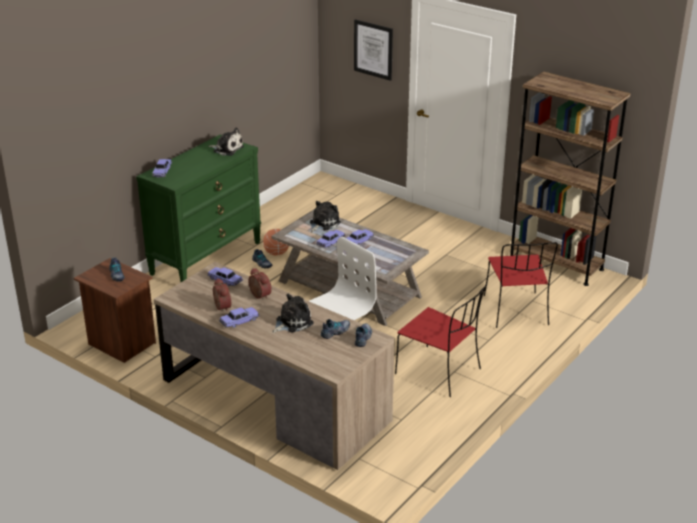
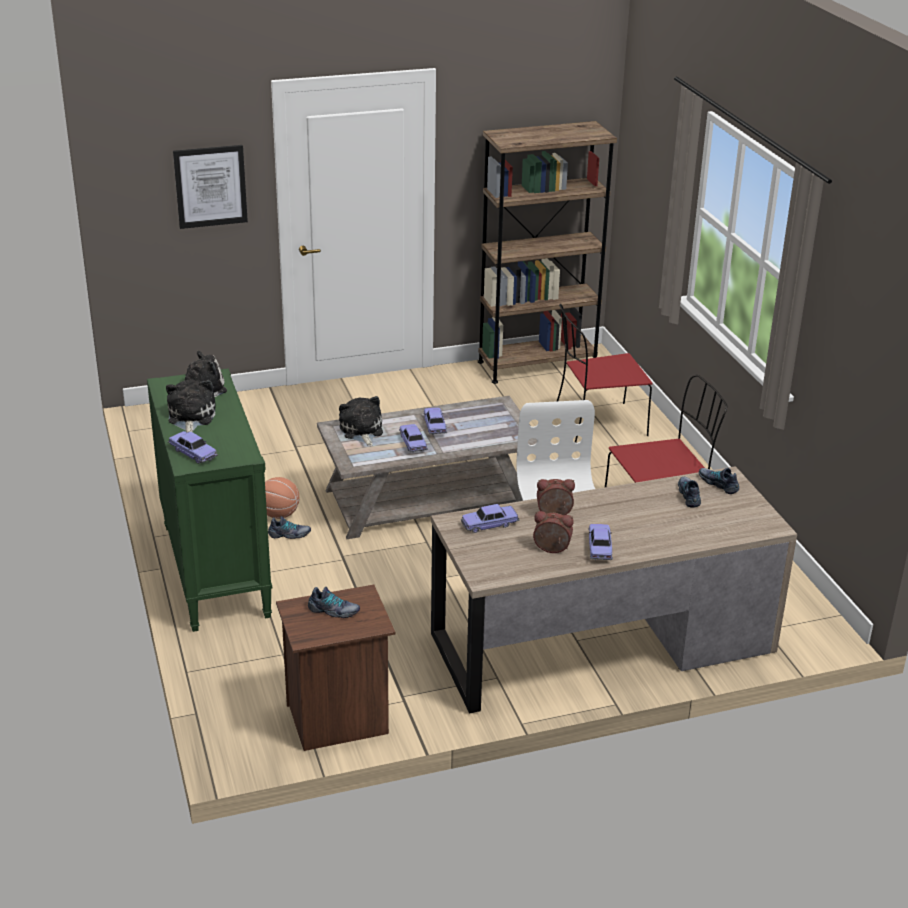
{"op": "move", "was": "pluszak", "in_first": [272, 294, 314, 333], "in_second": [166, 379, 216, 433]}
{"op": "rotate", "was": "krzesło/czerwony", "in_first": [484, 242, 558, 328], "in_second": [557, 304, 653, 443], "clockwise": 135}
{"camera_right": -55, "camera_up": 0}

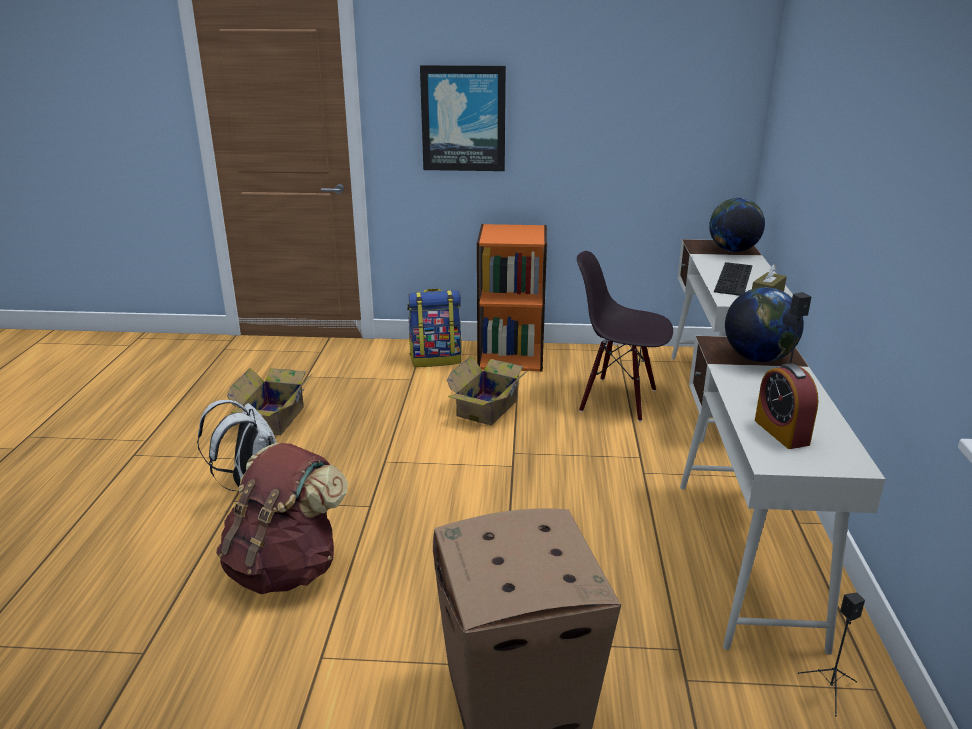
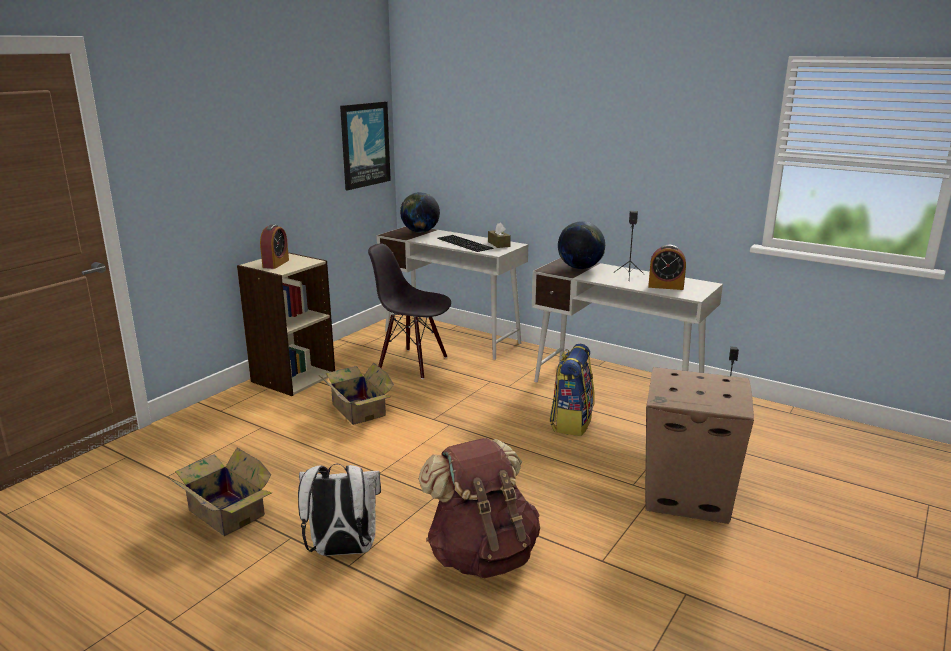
{"op": "insert", "now": "budzik", "in_second": [260, 224, 289, 269]}
{"op": "move", "was": "plecak", "in_first": [407, 289, 461, 367], "in_second": [549, 344, 595, 436]}
{"op": "move", "was": "obraz", "in_first": [420, 65, 506, 171], "in_second": [340, 101, 391, 190]}
{"op": "recolor", "was": "regał/pomarańczowy", "now": "regał/beżowy", "in_first": [477, 224, 547, 372], "in_second": [237, 252, 335, 396]}
{"op": "rotate", "was": "krzesło/czarny", "in_first": [577, 251, 673, 422], "in_second": [368, 243, 451, 379], "clockwise": 60}
{"camera_right": -60, "camera_up": -5}

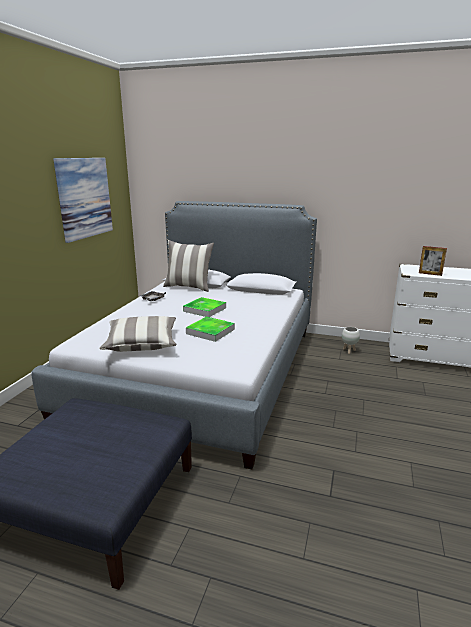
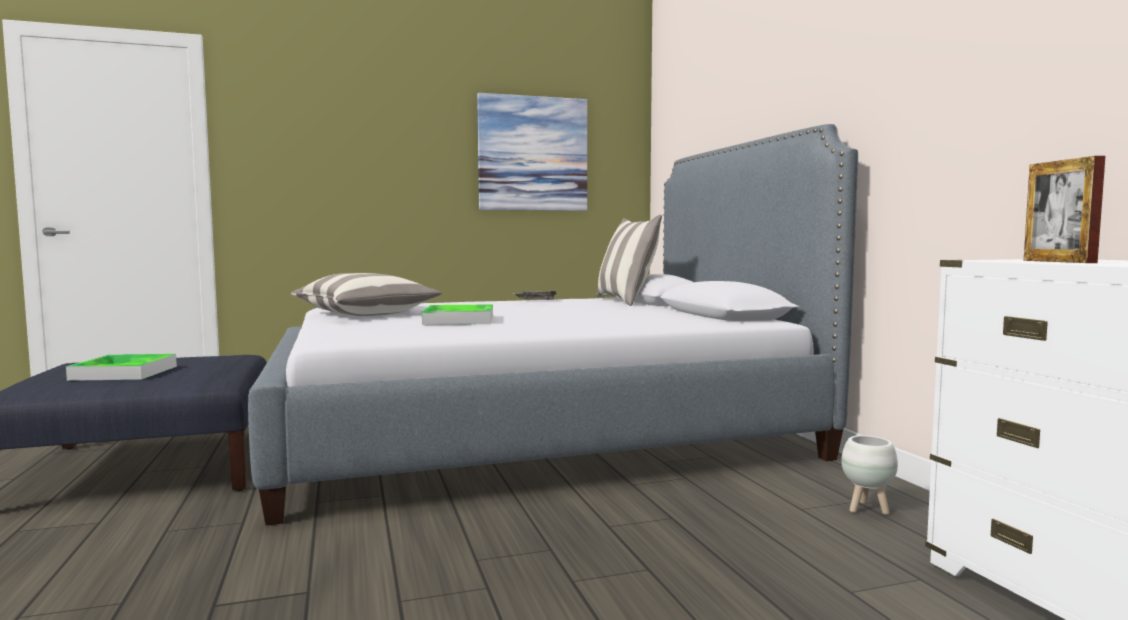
{"op": "move", "was": "taca", "in_first": [183, 297, 226, 317], "in_second": [66, 354, 177, 381]}
{"camera_right": 55, "camera_up": -15}

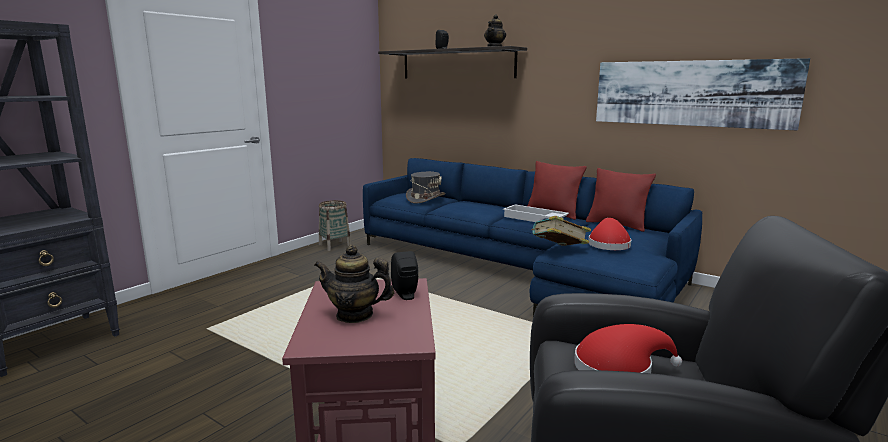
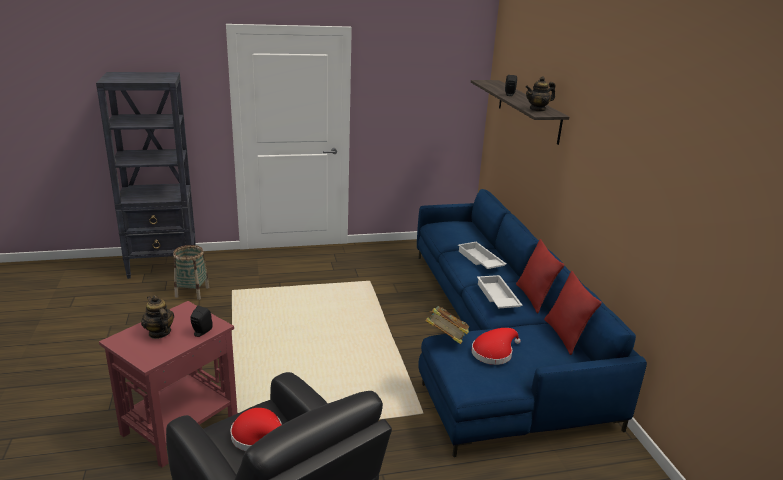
{"op": "delete", "was": "kapelusz/szary", "in_first": [406, 172, 446, 204]}
{"op": "delete", "was": "obraz", "in_first": [596, 58, 810, 130]}
{"op": "insert", "now": "taca/biały", "in_second": [458, 242, 507, 269]}
{"op": "move", "was": "koszyk", "in_first": [319, 200, 351, 251], "in_second": [173, 245, 210, 300]}
{"camera_right": 40, "camera_up": 10}

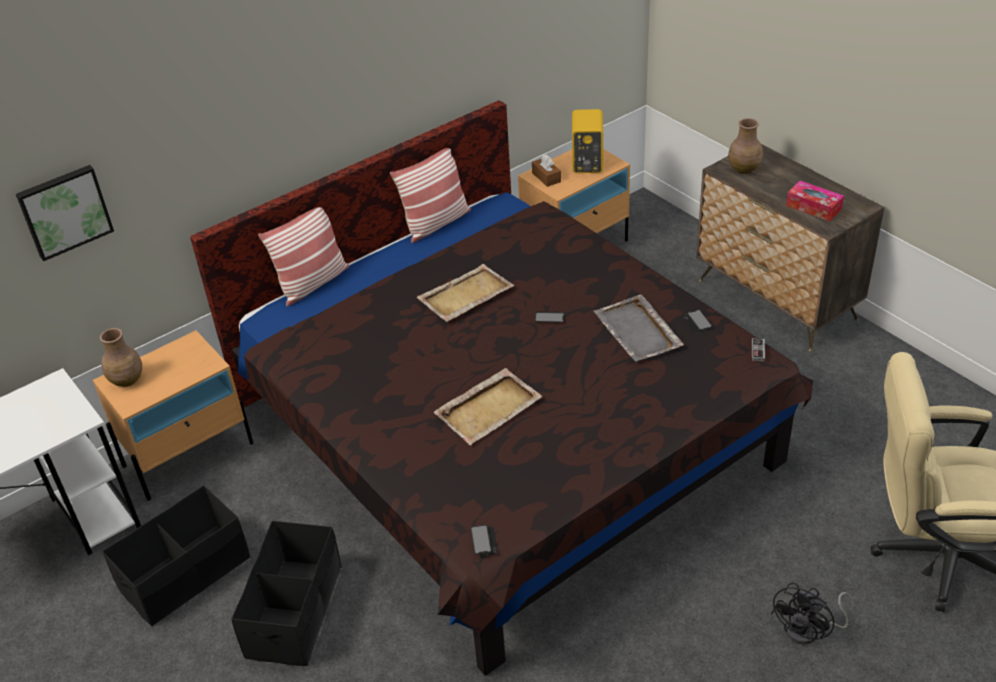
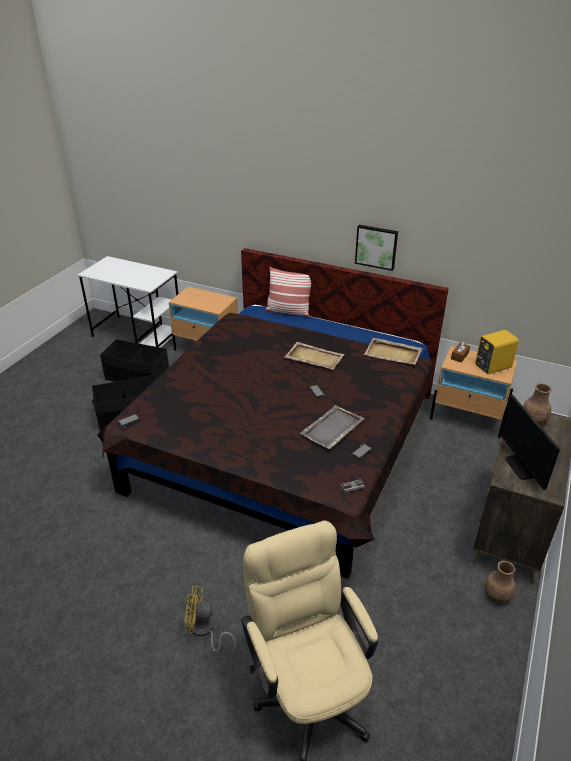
{"op": "delete", "was": "poduszka", "in_first": [390, 148, 471, 243]}
{"op": "move", "was": "obraz", "in_first": [16, 165, 114, 261], "in_second": [355, 225, 398, 271]}
{"op": "move", "was": "wazon/brązowy", "in_first": [100, 328, 142, 387], "in_second": [485, 561, 515, 603]}
{"op": "move", "was": "taca/beżowy", "in_first": [434, 368, 543, 445], "in_second": [364, 338, 423, 365]}
{"op": "replace", "was": "pudełko chusteczek", "now": "monitor", "in_first": [786, 181, 844, 221], "in_second": [500, 395, 560, 490]}
{"op": "recolor", "was": "wentylator/czarny", "now": "wentylator/żółty", "in_first": [771, 582, 854, 644], "in_second": [184, 586, 236, 652]}
{"camera_right": 60, "camera_up": -5}

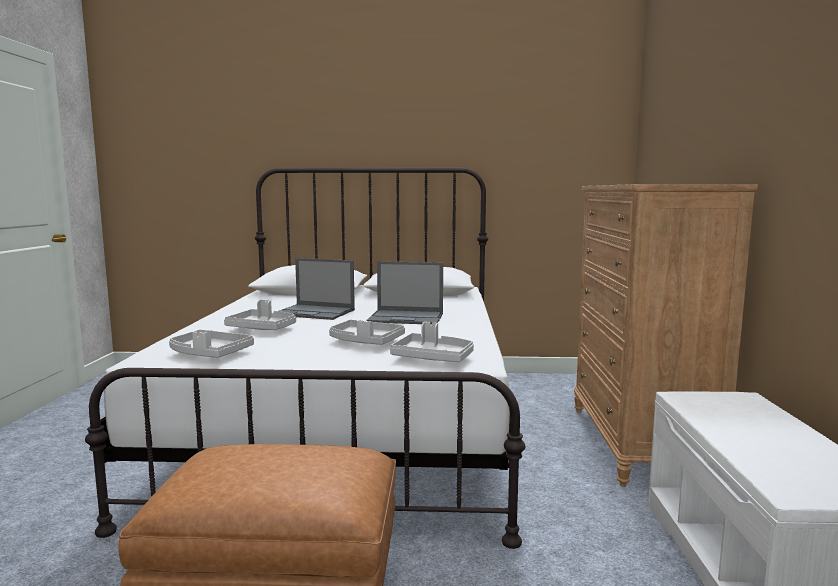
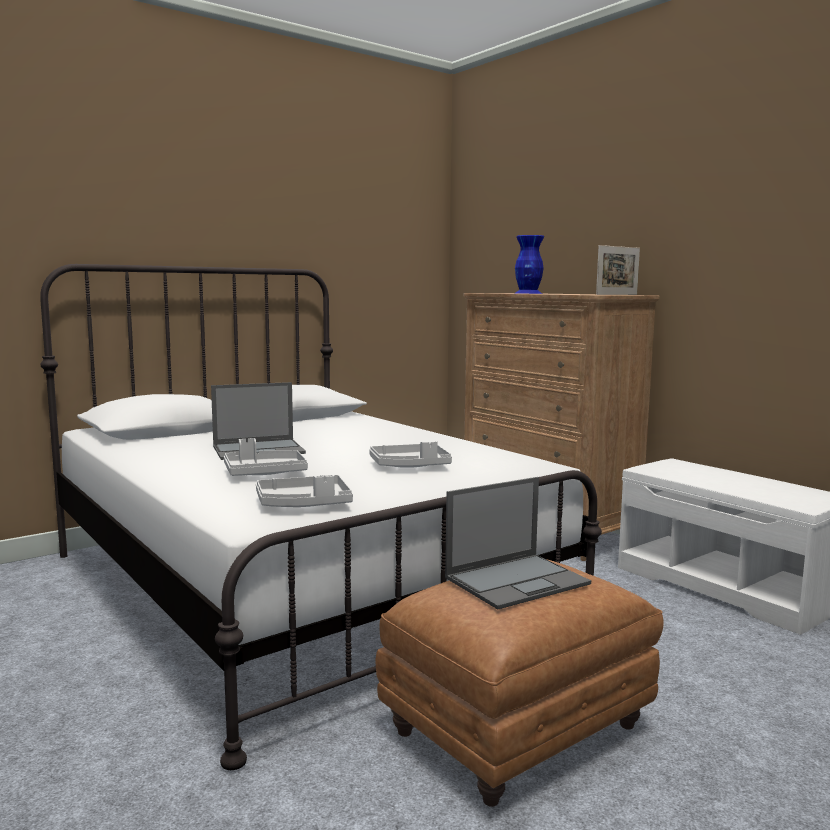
{"op": "delete", "was": "taca/szary", "in_first": [390, 322, 474, 362]}
{"op": "insert", "now": "wazon/niebieski", "in_second": [515, 235, 544, 294]}
{"op": "insert", "now": "ramka na zdjęcie", "in_second": [596, 245, 640, 295]}
{"op": "move", "was": "laptop", "in_first": [367, 261, 443, 325], "in_second": [445, 477, 591, 610]}
{"camera_right": -40, "camera_up": 0}

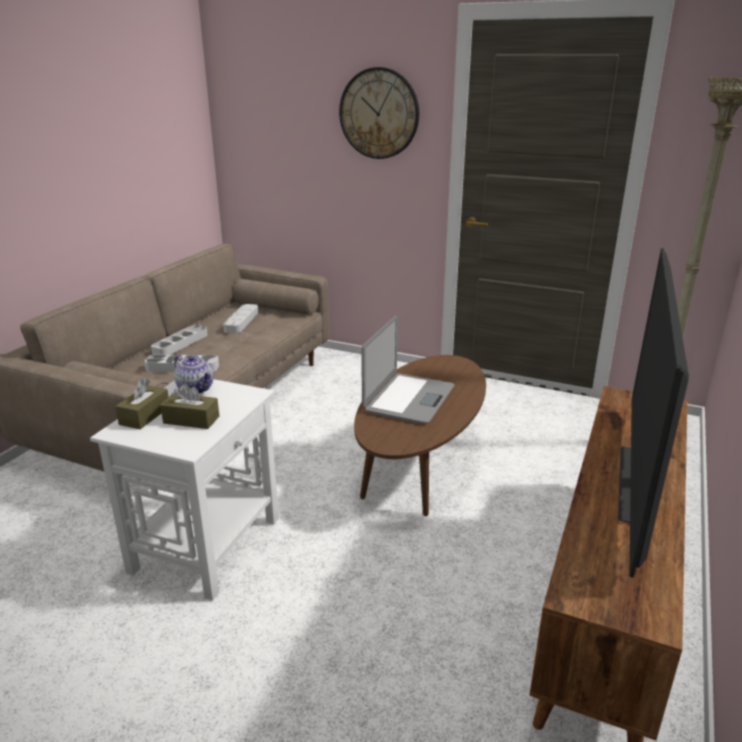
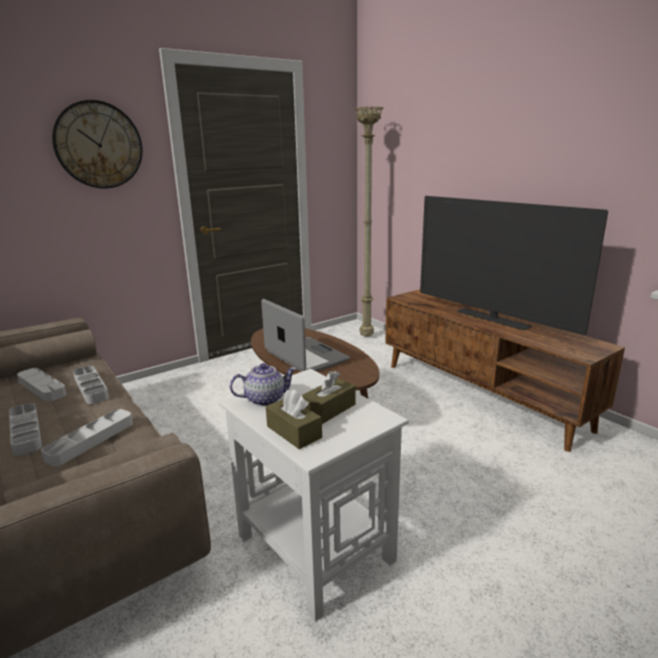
{"op": "insert", "now": "taca/szary", "in_second": [73, 366, 109, 404]}
{"camera_right": -60, "camera_up": -5}

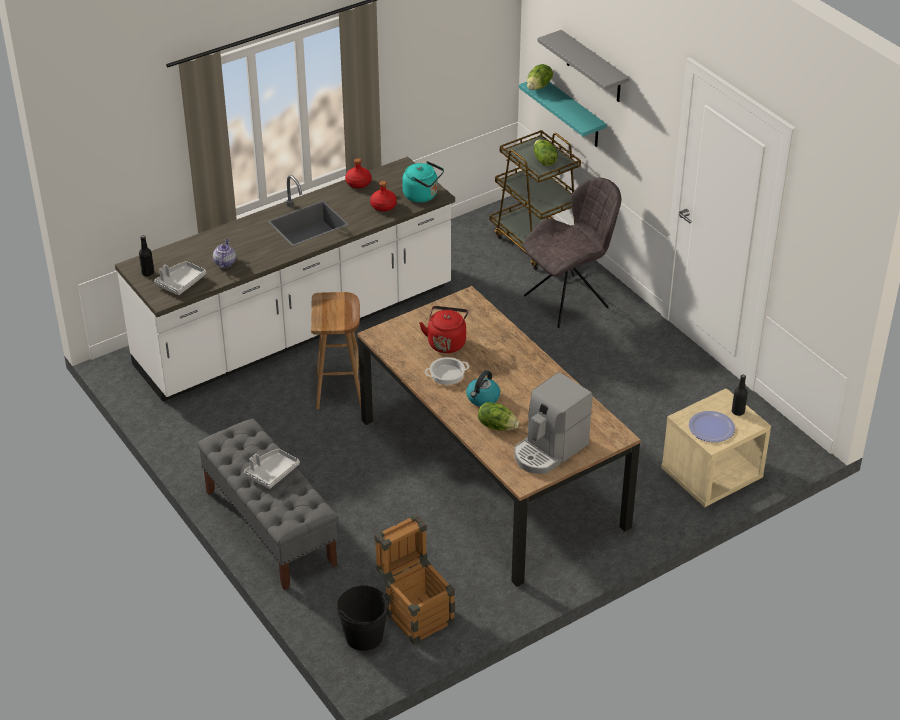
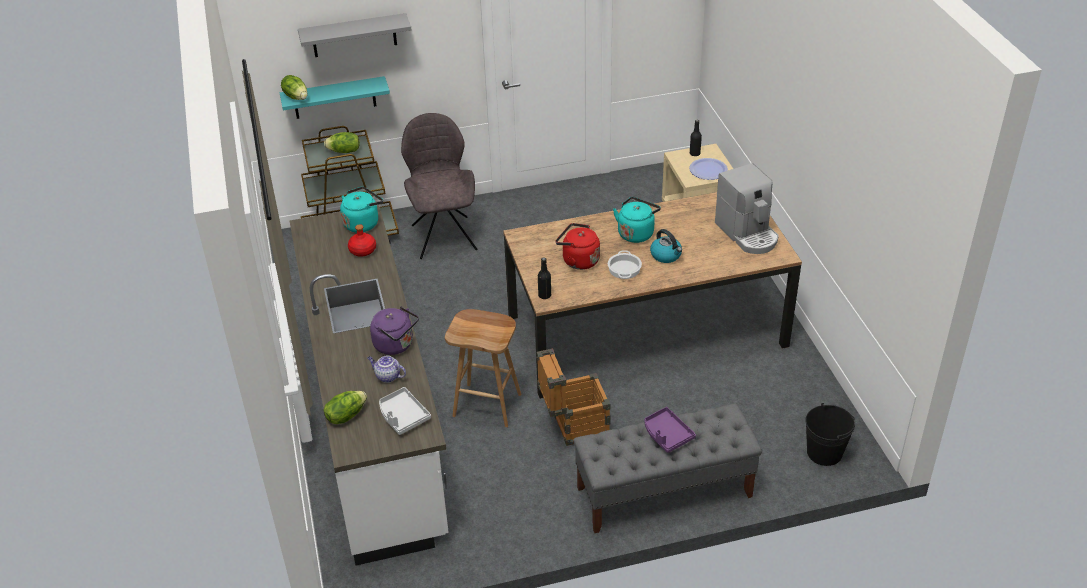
{"op": "delete", "was": "butelka/czerwony", "in_first": [345, 158, 372, 188]}
{"op": "insert", "now": "czajnik/fioletowy", "in_second": [370, 306, 419, 355]}
{"op": "insert", "now": "czajnik/turkusowy", "in_second": [613, 197, 661, 243]}
{"op": "move", "was": "butelka/czarny", "in_first": [139, 235, 154, 277], "in_second": [538, 258, 551, 299]}
{"op": "move", "was": "skrzynka", "in_first": [374, 514, 455, 644], "in_second": [537, 349, 611, 446]}
{"op": "move", "was": "sałata", "in_first": [478, 402, 519, 431], "in_second": [324, 391, 367, 424]}
{"op": "recolor", "was": "taca/szary", "now": "taca/fioletowy", "in_first": [244, 449, 300, 489], "in_second": [644, 407, 696, 453]}
{"camera_right": -70, "camera_up": 0}

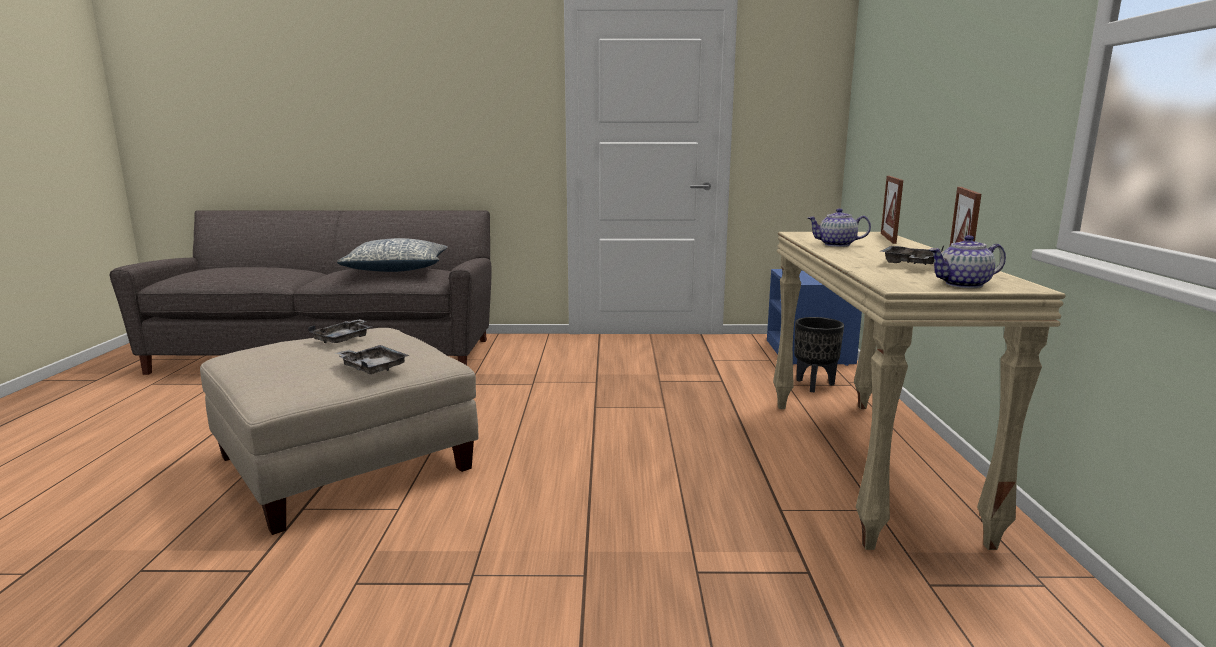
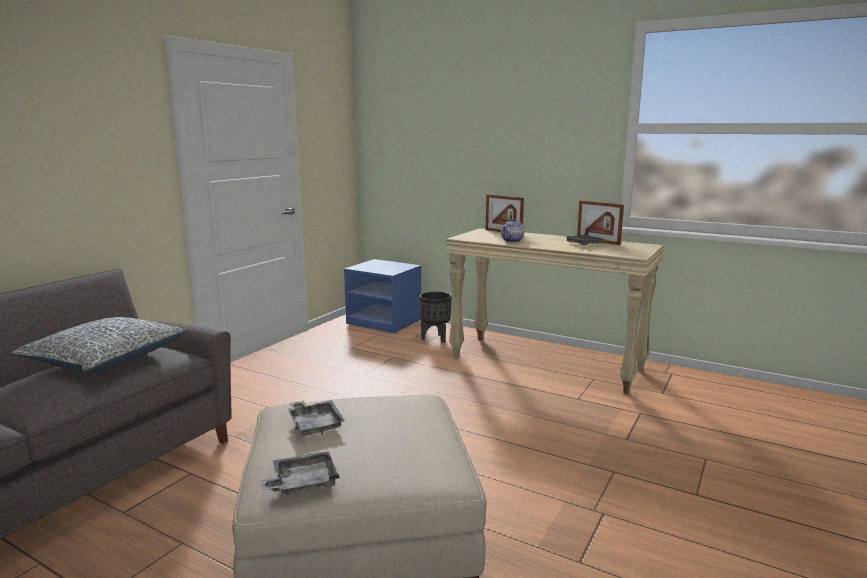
{"op": "delete", "was": "imbryk", "in_first": [929, 235, 1006, 288]}
{"op": "move", "was": "taca/szary", "in_first": [336, 345, 410, 374], "in_second": [260, 451, 339, 495]}
{"camera_right": -60, "camera_up": 0}

